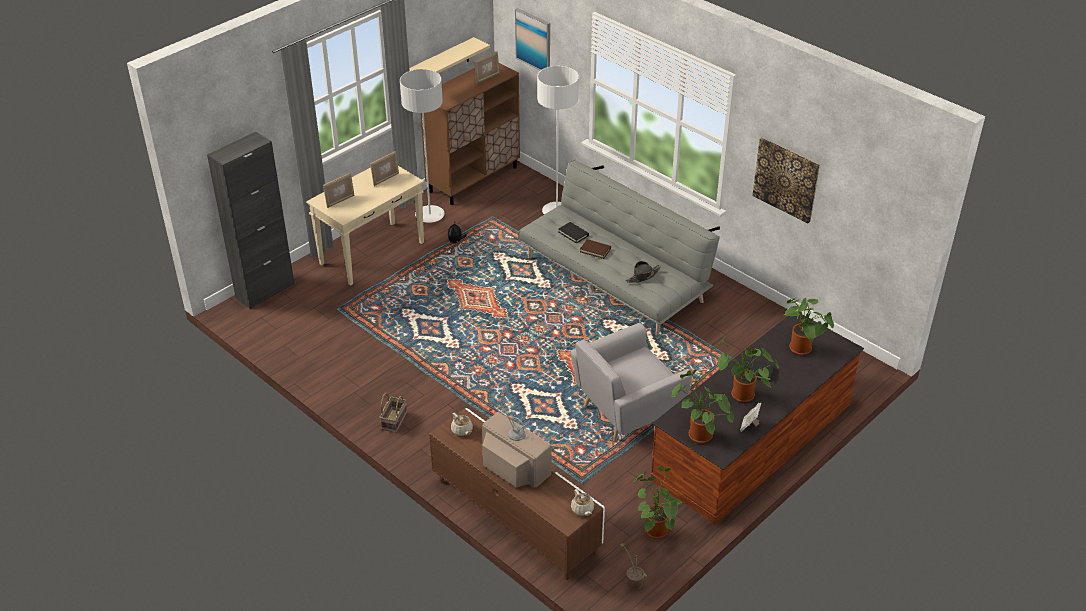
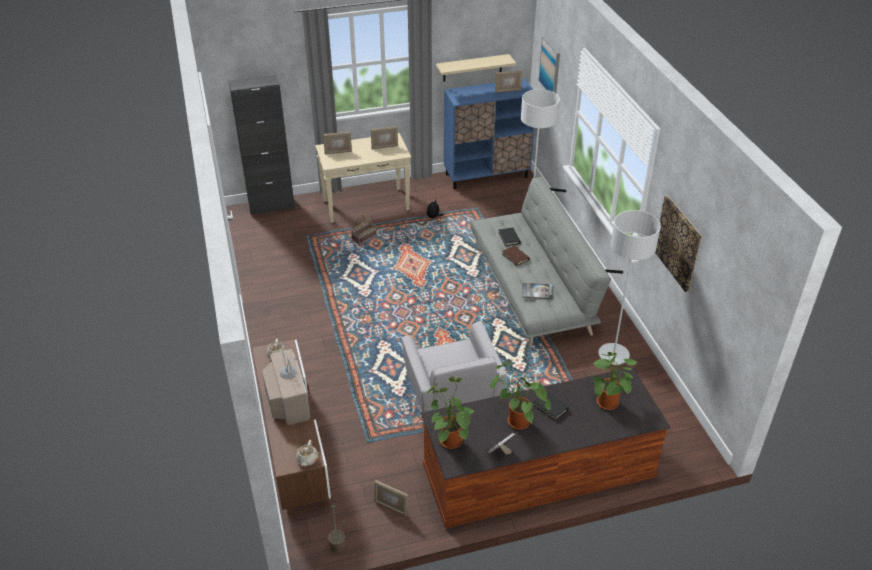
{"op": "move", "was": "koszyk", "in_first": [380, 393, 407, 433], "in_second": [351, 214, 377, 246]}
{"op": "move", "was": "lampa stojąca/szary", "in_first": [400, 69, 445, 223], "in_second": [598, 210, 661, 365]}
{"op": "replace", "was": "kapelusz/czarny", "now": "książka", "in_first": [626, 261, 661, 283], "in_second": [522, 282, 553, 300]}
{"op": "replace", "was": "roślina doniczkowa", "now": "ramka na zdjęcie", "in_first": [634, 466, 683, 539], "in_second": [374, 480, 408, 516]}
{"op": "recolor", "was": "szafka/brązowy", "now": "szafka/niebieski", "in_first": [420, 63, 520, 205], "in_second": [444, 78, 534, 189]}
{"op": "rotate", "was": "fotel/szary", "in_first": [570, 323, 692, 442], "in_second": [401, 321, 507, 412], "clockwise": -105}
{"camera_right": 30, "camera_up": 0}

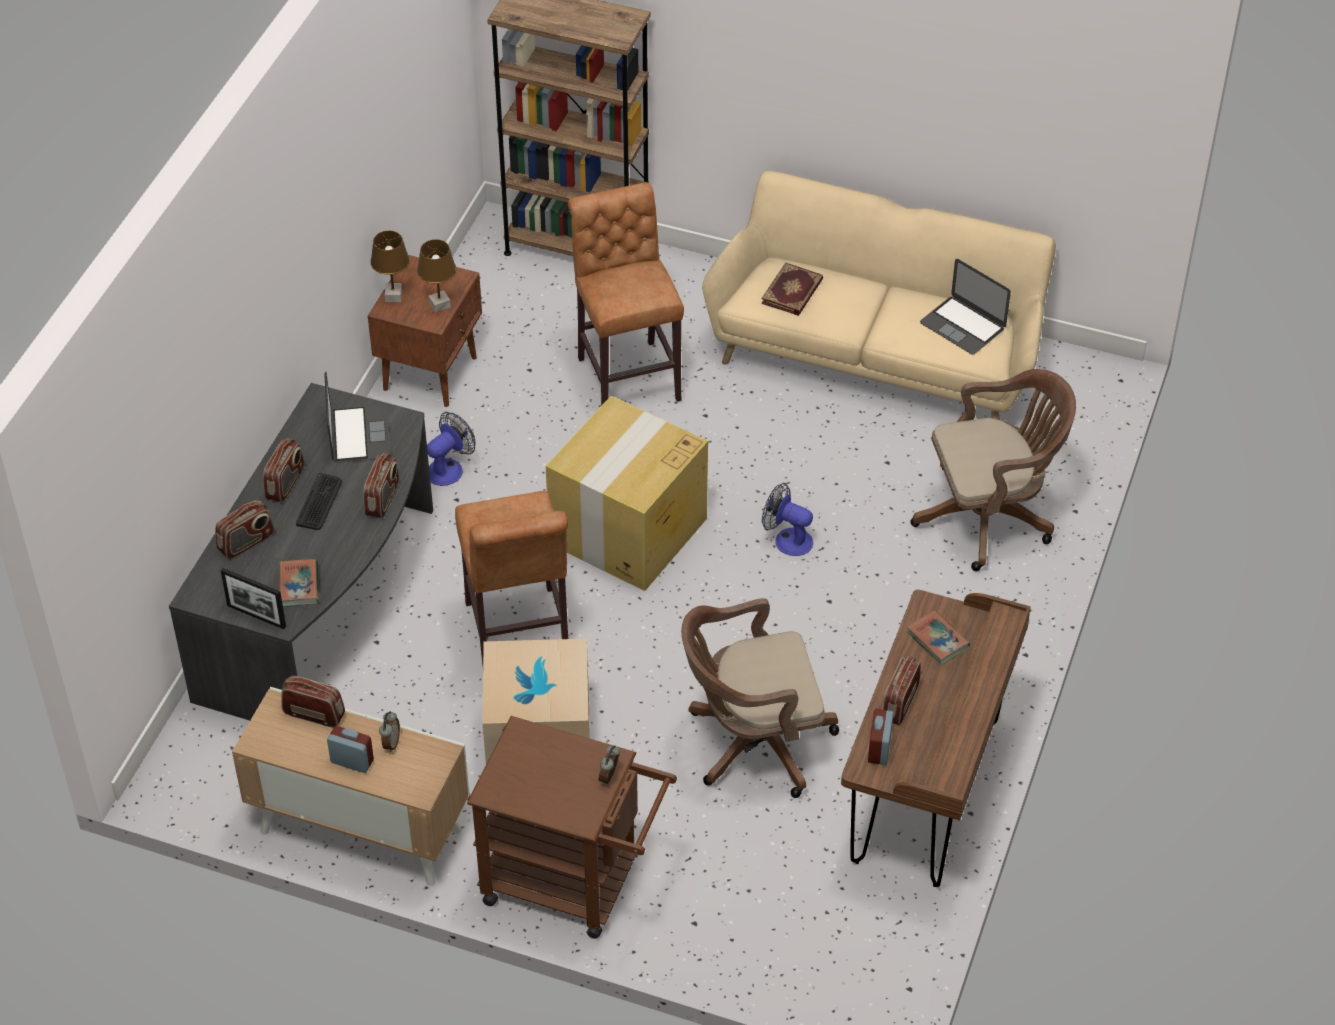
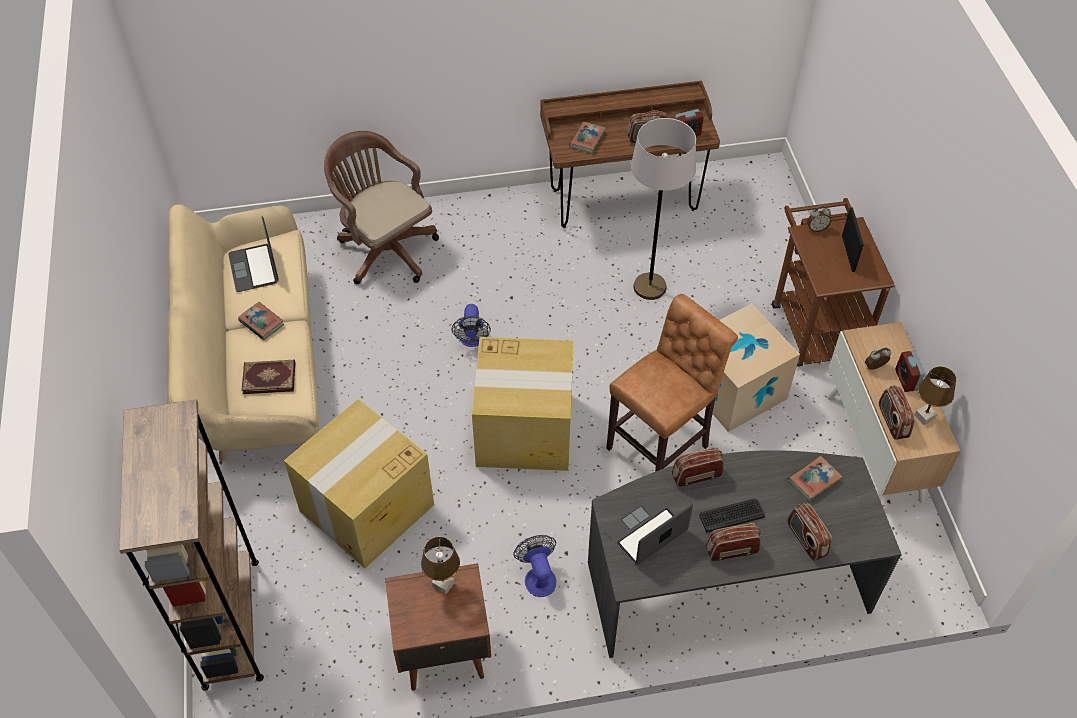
{"op": "insert", "now": "książka", "in_second": [238, 302, 284, 340]}
{"op": "move", "was": "ramka na zdjęcie", "in_first": [221, 568, 286, 629], "in_second": [842, 208, 864, 272]}
{"op": "move", "was": "lampa stołowa/brązowy", "in_first": [370, 231, 410, 302], "in_second": [915, 367, 956, 425]}
{"op": "replace", "was": "stołek/brązowy", "now": "karton", "in_first": [568, 182, 684, 406], "in_second": [284, 399, 434, 568]}
{"op": "replace", "was": "krzesło biurowe/brązowy", "now": "lampa stojąca/szary", "in_first": [681, 598, 839, 798], "in_second": [631, 118, 696, 300]}
{"op": "rotate", "was": "radio", "in_first": [215, 500, 275, 559], "in_second": [787, 503, 832, 561], "clockwise": -135}
{"op": "rotate", "was": "wentylator", "in_first": [427, 412, 476, 486], "in_second": [513, 535, 556, 597], "clockwise": 60}
{"op": "rotate", "was": "laptop", "in_first": [920, 259, 1011, 355], "in_second": [228, 217, 279, 292], "clockwise": 150}
{"camera_right": -120, "camera_up": 5}

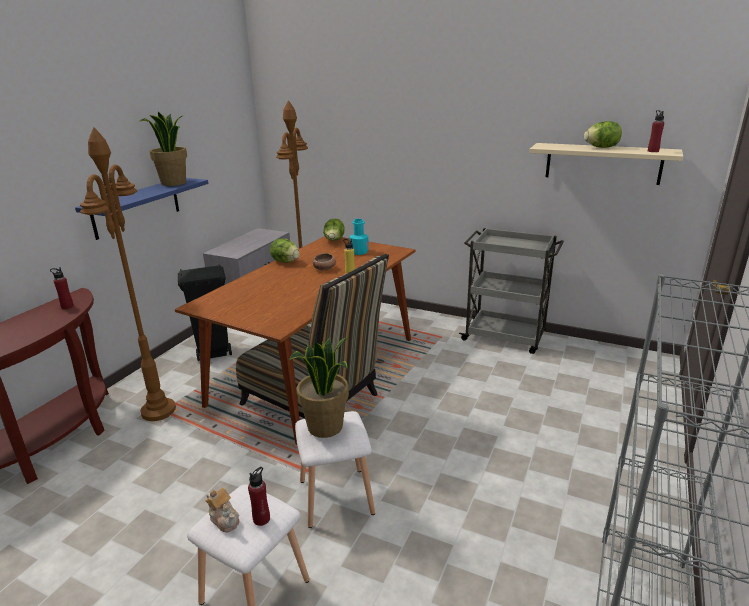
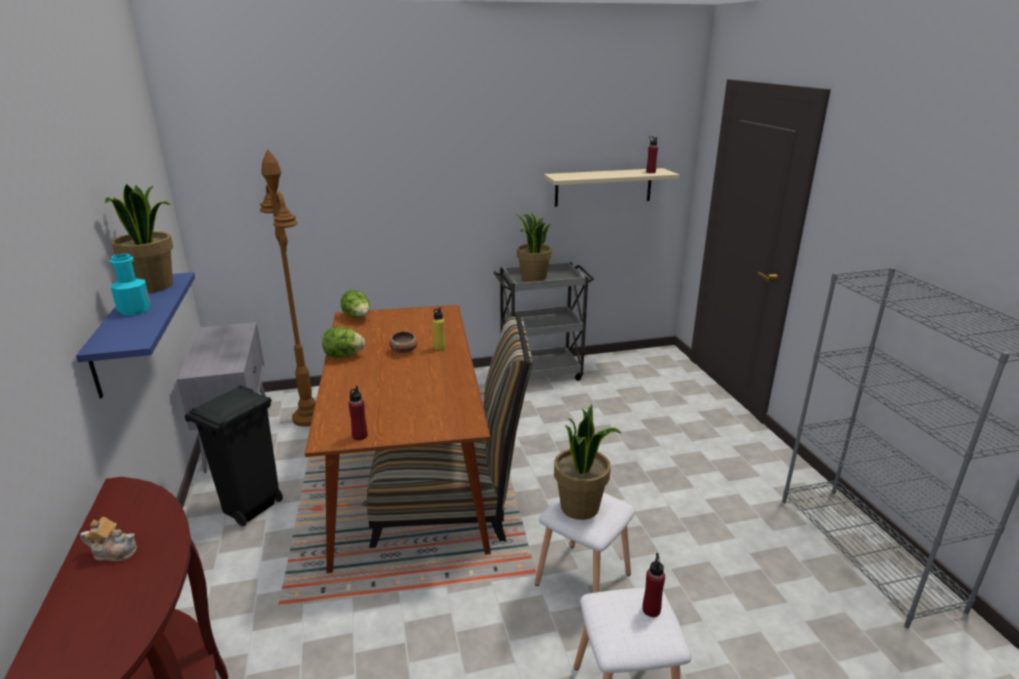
{"op": "delete", "was": "lampa stojąca/brązowy", "in_first": [80, 127, 176, 421]}
{"op": "delete", "was": "sałata", "in_first": [584, 121, 622, 148]}
{"op": "insert", "now": "roślina doniczkowa", "in_second": [515, 213, 552, 282]}
{"op": "move", "was": "butelka/czerwony", "in_first": [50, 267, 74, 309], "in_second": [348, 386, 368, 440]}
{"op": "move", "was": "imbryk", "in_first": [206, 488, 239, 532], "in_second": [80, 517, 137, 562]}
{"op": "move", "was": "butelka/turkusowy", "in_first": [350, 219, 369, 255], "in_second": [110, 254, 151, 316]}
{"camera_right": -40, "camera_up": 0}

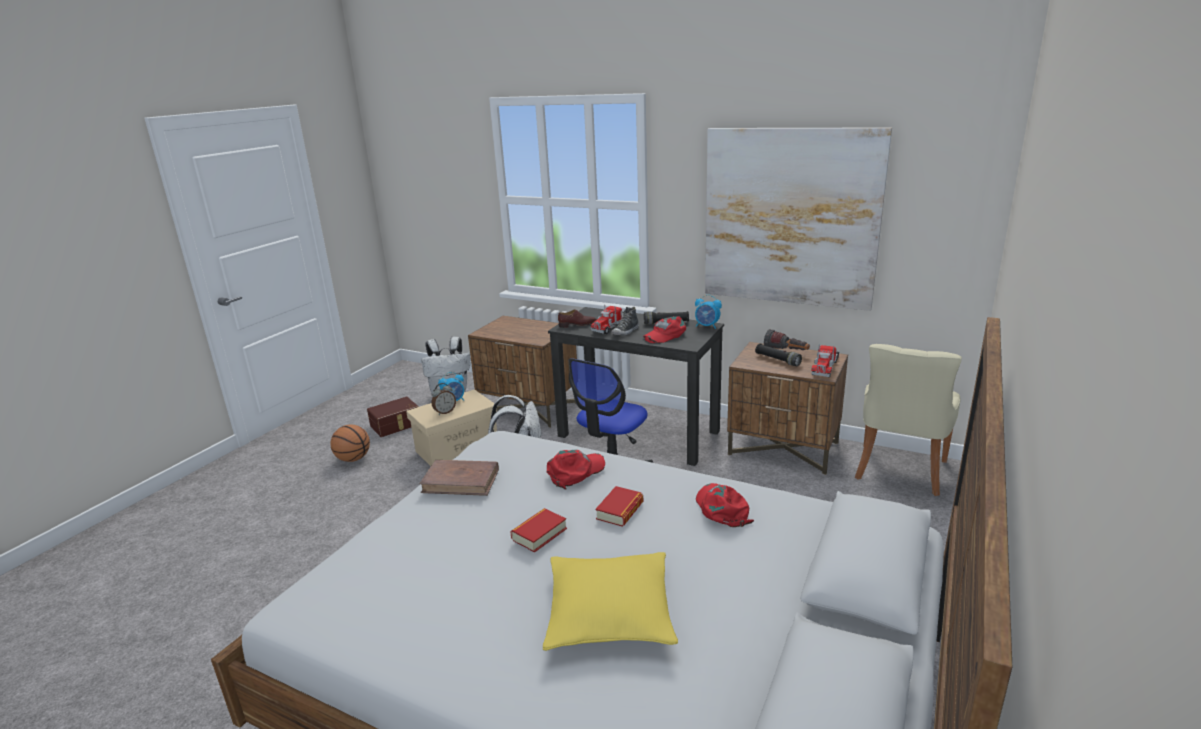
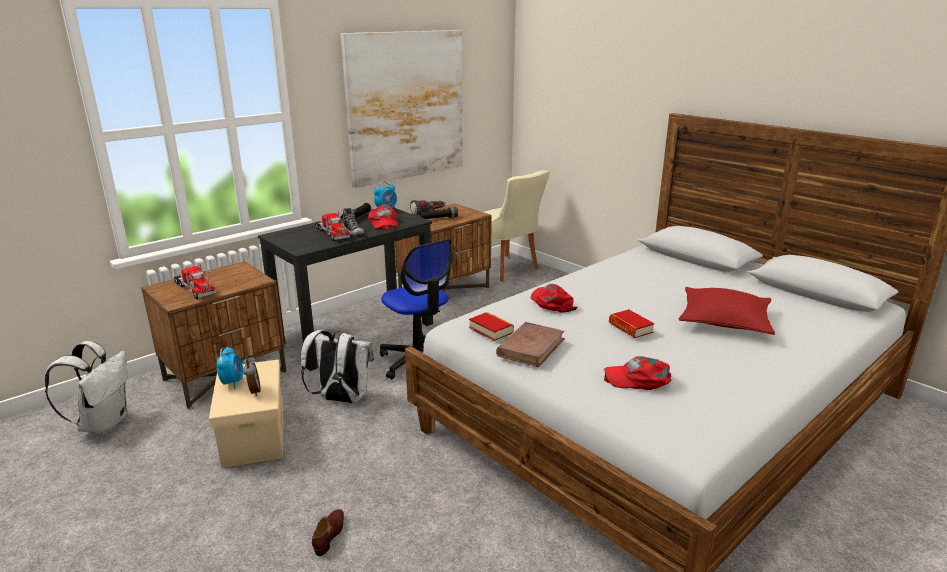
{"op": "delete", "was": "piłka do koszykówki", "in_first": [330, 425, 370, 462]}
{"op": "delete", "was": "pojemnik do przechowywania/brązowy", "in_first": [367, 396, 419, 437]}
{"op": "move", "was": "but/brązowy", "in_first": [558, 309, 597, 328], "in_second": [312, 509, 344, 556]}
{"op": "move", "was": "książka", "in_first": [596, 486, 643, 526], "in_second": [469, 312, 514, 341]}
{"op": "move", "was": "czapka z daszkiem/czerwony", "in_first": [696, 483, 754, 527], "in_second": [604, 356, 672, 390]}
{"op": "move", "was": "ciężarówka zabawkowa", "in_first": [811, 344, 839, 377], "in_second": [174, 264, 216, 299]}
{"op": "recolor", "was": "poduszka/żółty", "now": "poduszka/czerwony", "in_first": [543, 552, 678, 651], "in_second": [679, 287, 775, 335]}
{"camera_right": -70, "camera_up": 0}

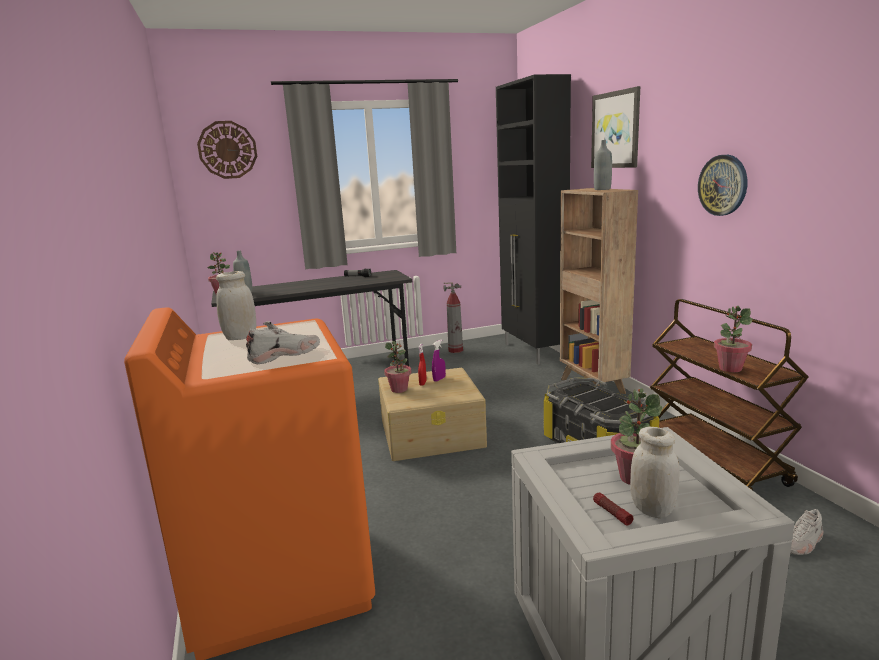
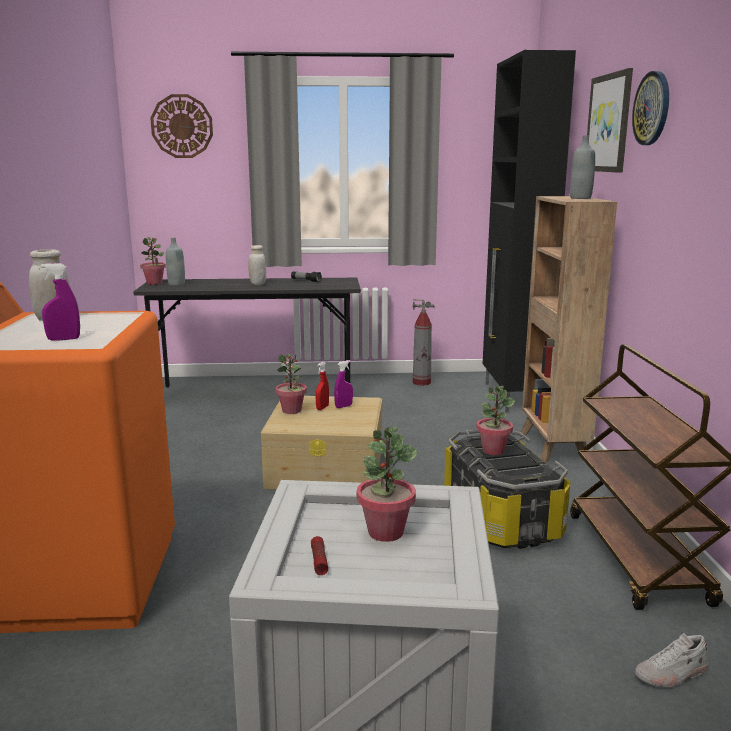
{"op": "move", "was": "słoik/biały", "in_first": [630, 427, 680, 518], "in_second": [248, 245, 266, 285]}
{"op": "move", "was": "zegar ścienny", "in_first": [698, 155, 748, 216], "in_second": [632, 71, 669, 145]}
{"op": "move", "was": "roślina doniczkowa", "in_first": [714, 306, 752, 372], "in_second": [477, 386, 515, 455]}
{"op": "replace", "was": "but/biały", "now": "spryskiwacz/fioletowy", "in_first": [246, 321, 320, 364], "in_second": [41, 263, 80, 341]}
{"camera_right": 15, "camera_up": 0}

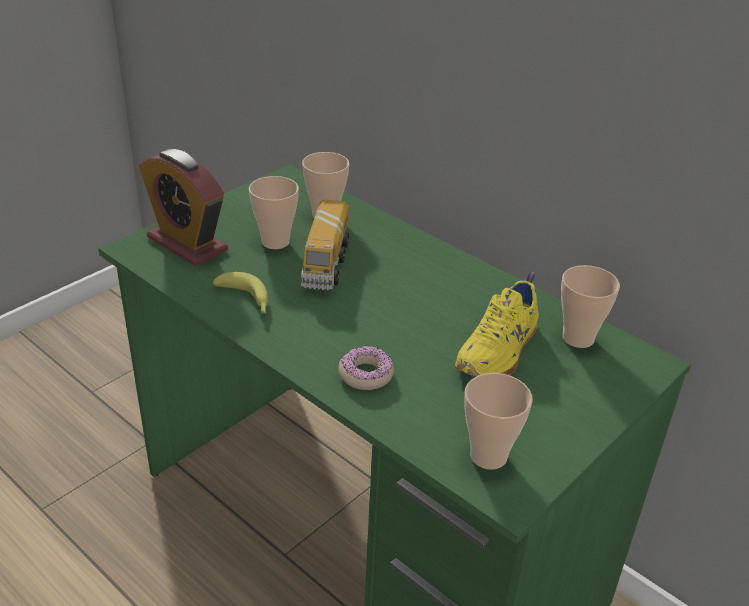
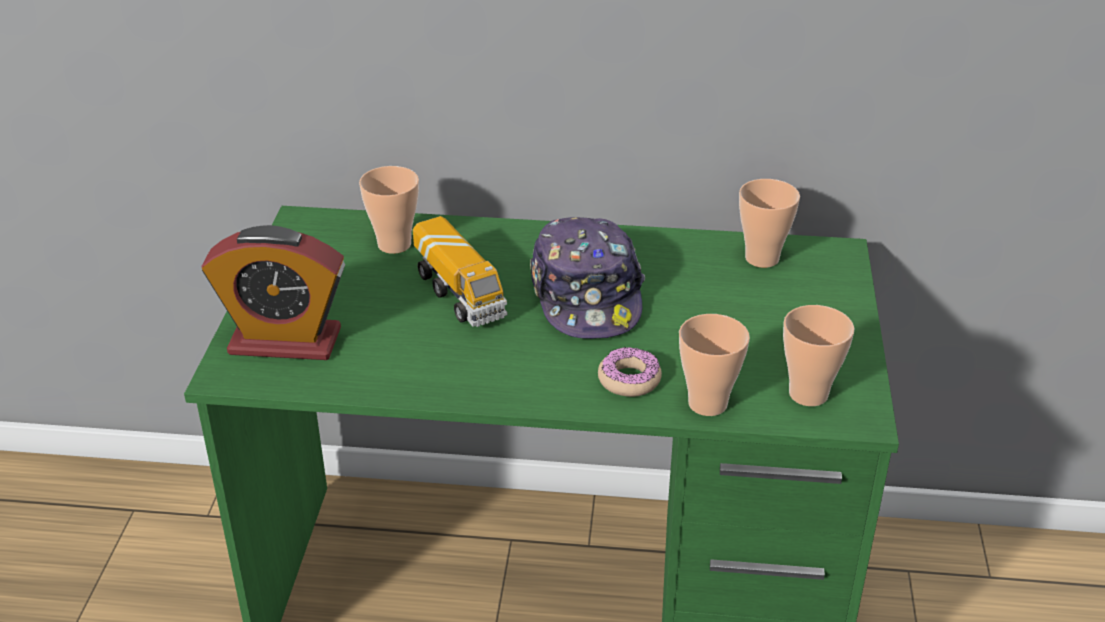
{"op": "delete", "was": "banan", "in_first": [213, 272, 268, 313]}
{"op": "delete", "was": "but/żółty", "in_first": [455, 271, 539, 377]}
{"op": "insert", "now": "czapka z daszkiem", "in_second": [530, 217, 645, 339]}
{"op": "move", "was": "filiżanka", "in_first": [249, 176, 299, 249], "in_second": [679, 314, 750, 416]}
{"camera_right": -35, "camera_up": 0}

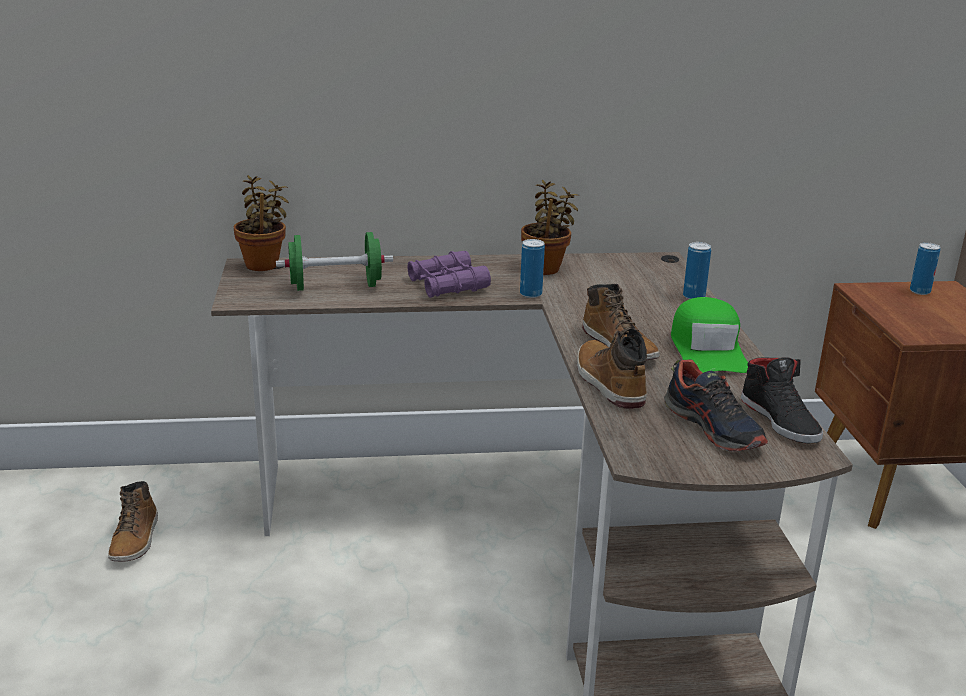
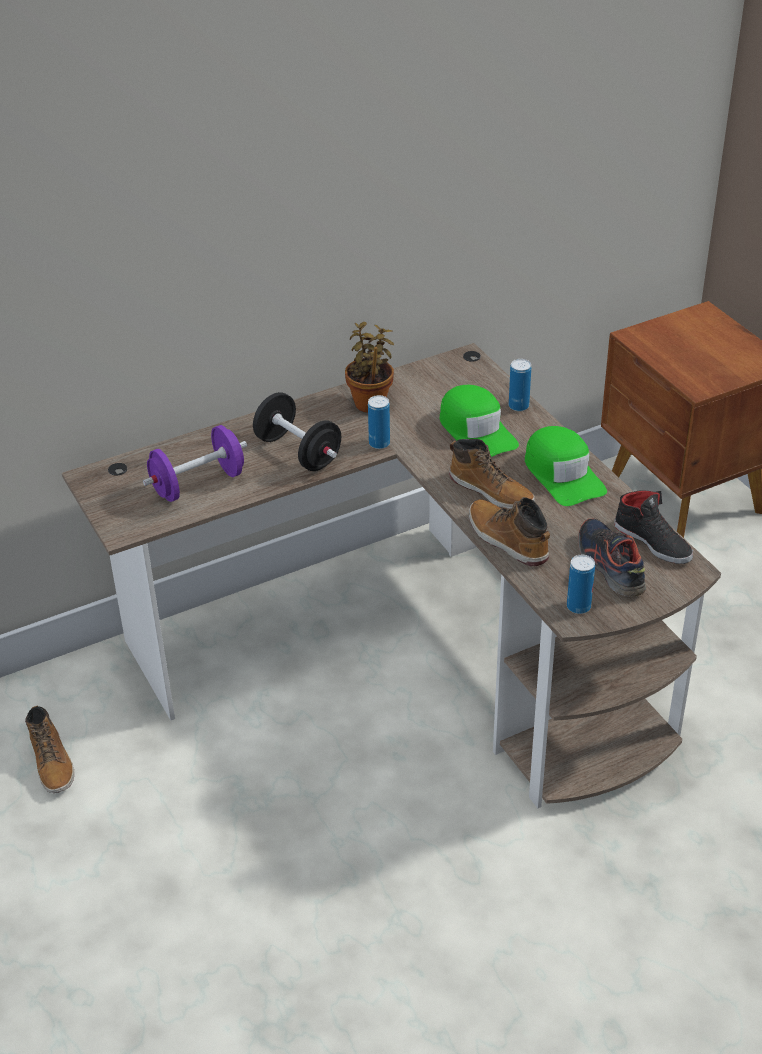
{"op": "delete", "was": "roślina doniczkowa", "in_first": [234, 175, 289, 271]}
{"op": "insert", "now": "czapka z daszkiem/zielony", "in_second": [440, 385, 519, 457]}
{"op": "move", "was": "puszka", "in_first": [910, 242, 941, 295], "in_second": [567, 555, 595, 614]}
{"op": "replace", "was": "lornetka/fioletowy", "now": "hantel/czarny", "in_first": [407, 251, 491, 298], "in_second": [253, 392, 341, 471]}
{"op": "recolor", "was": "hantel/zielony", "now": "hantel/fioletowy", "in_first": [276, 232, 393, 291], "in_second": [143, 425, 247, 502]}
{"op": "rotate", "was": "but", "in_first": [664, 359, 768, 452], "in_second": [578, 518, 646, 597], "clockwise": -150}
{"camera_right": -20, "camera_up": 15}

